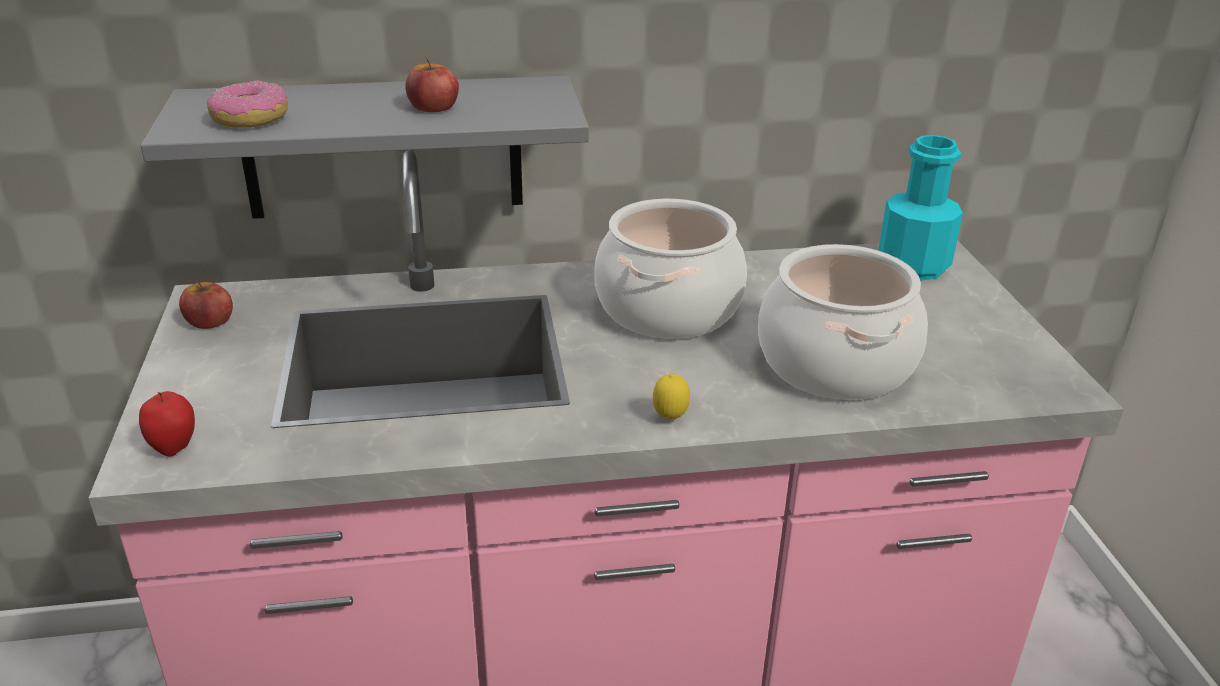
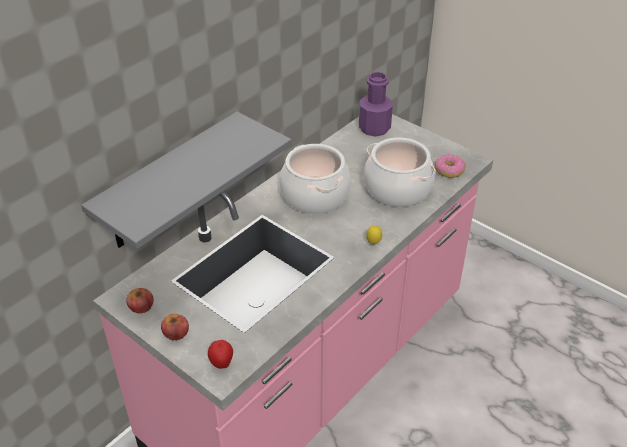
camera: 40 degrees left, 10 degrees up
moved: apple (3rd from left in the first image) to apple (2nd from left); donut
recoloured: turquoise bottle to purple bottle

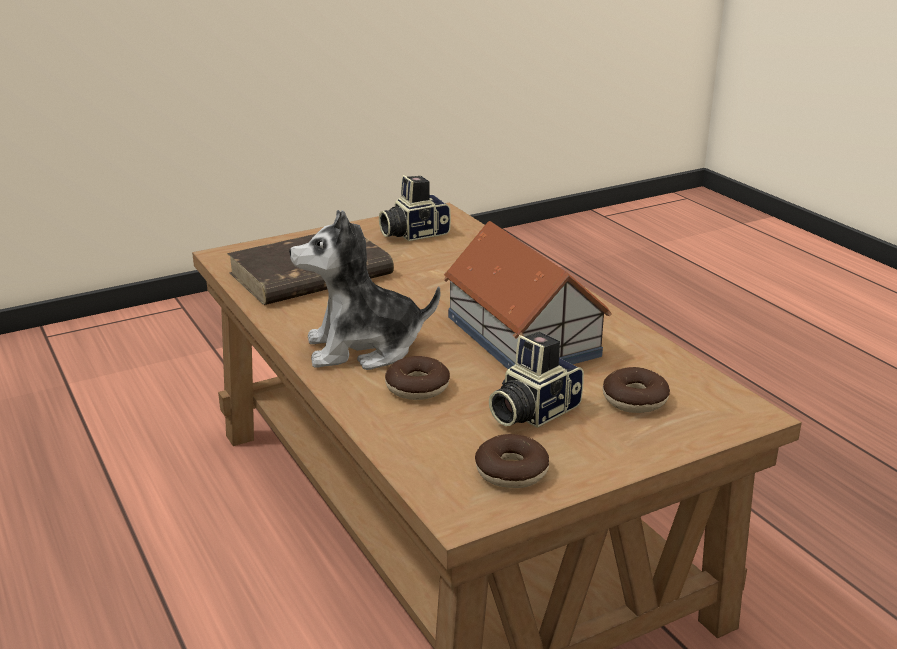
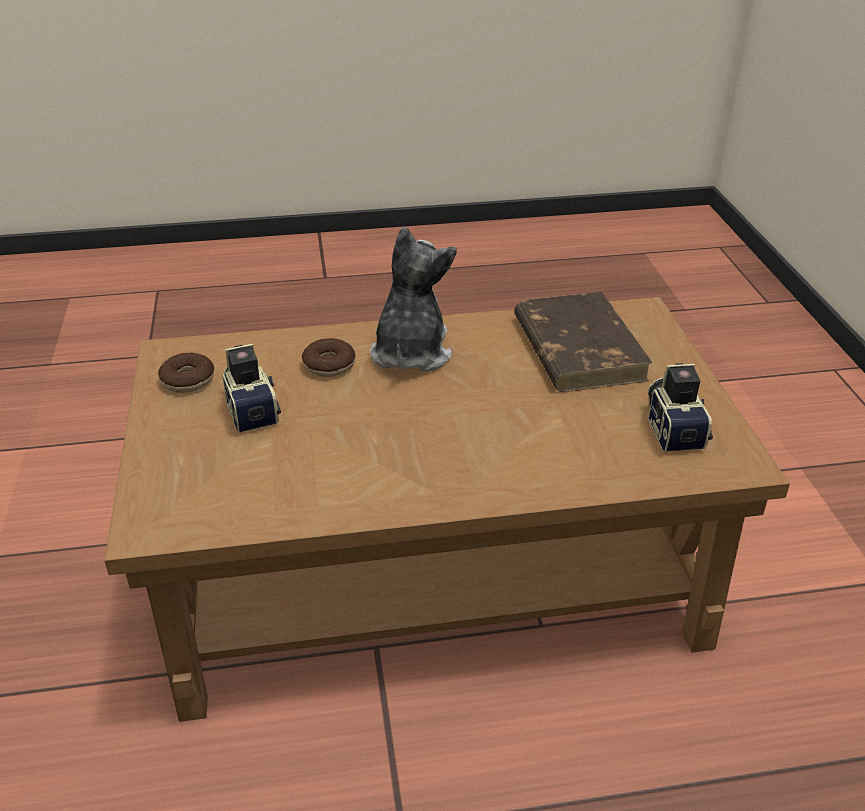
camera: 110 degrees right, 10 degrees up
removed: toy house; donut (3rd from left)

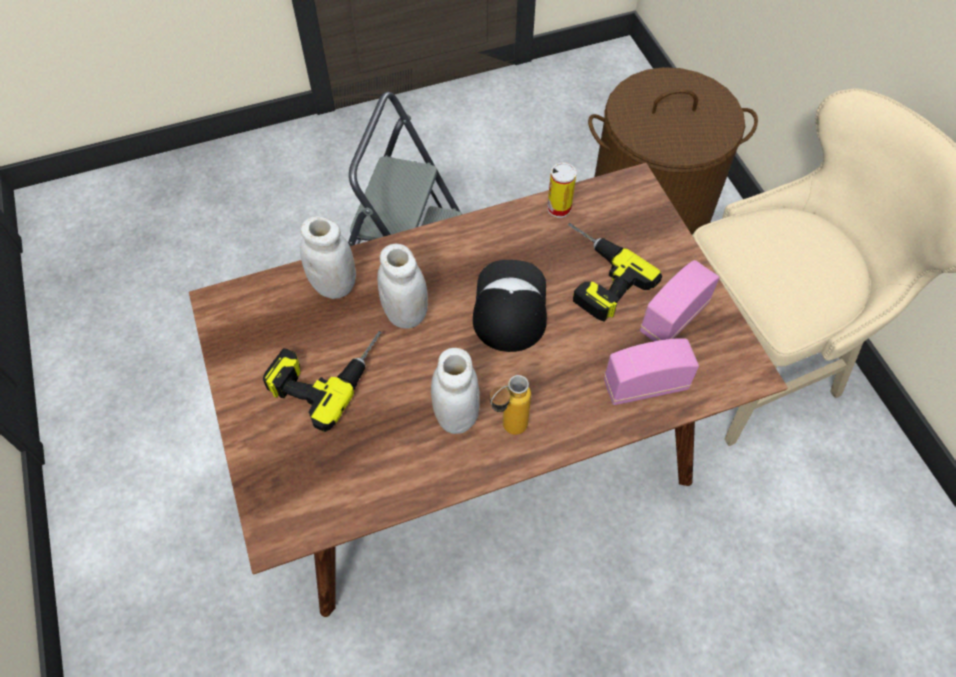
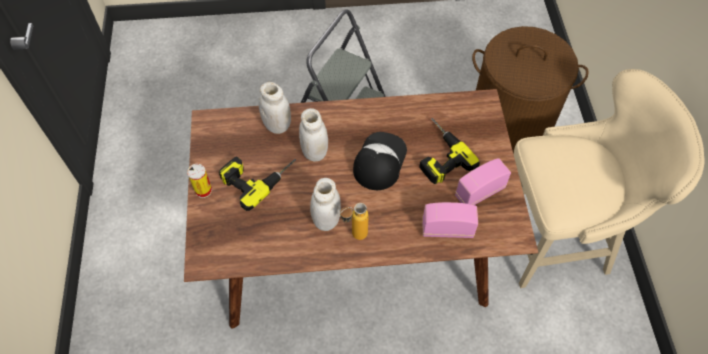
camera: 15 degrees right, 0 degrees up
moved: can

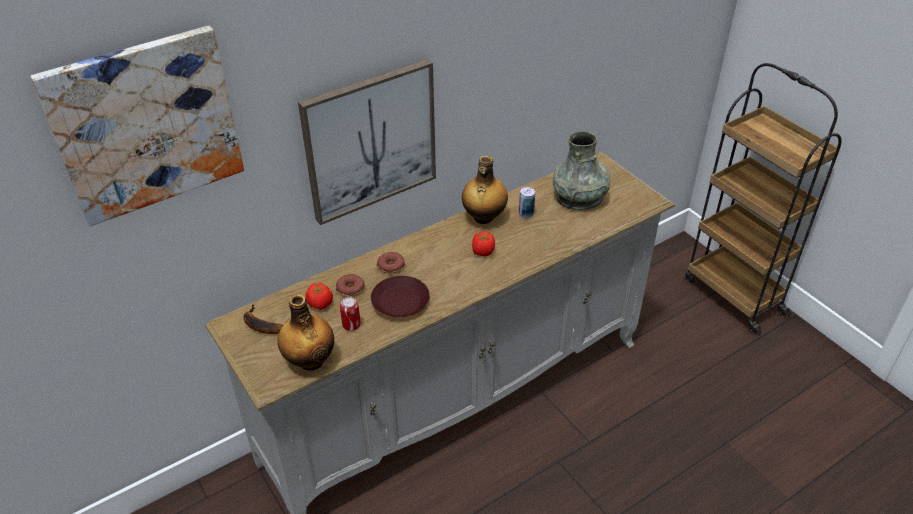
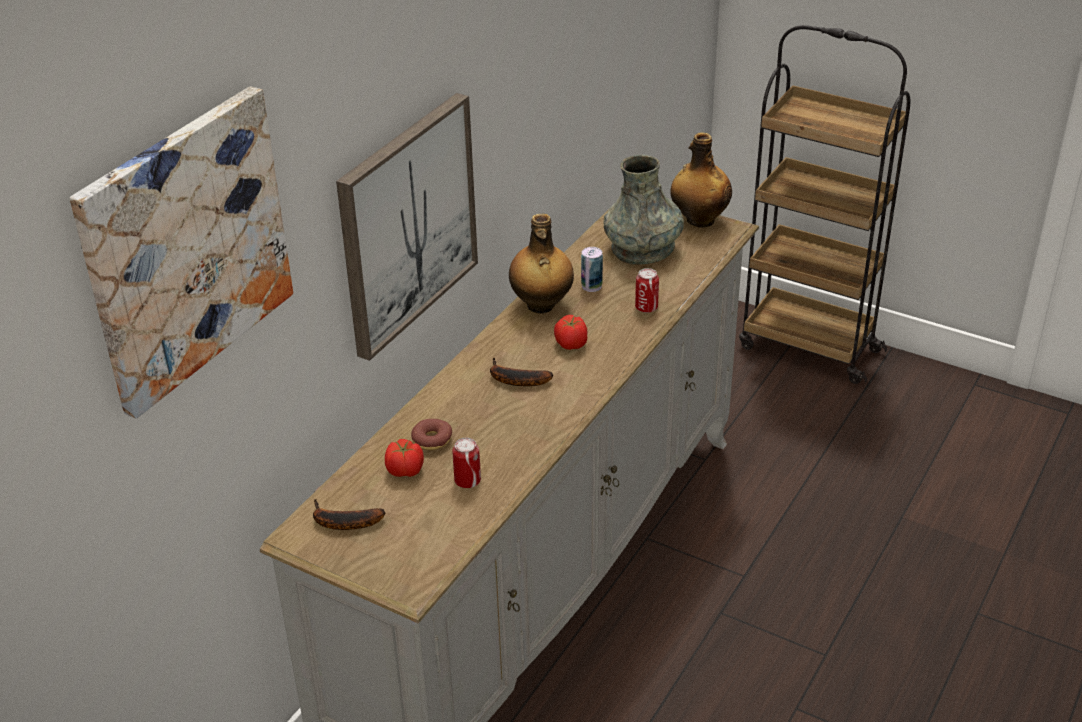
camera: 25 degrees left, 5 degrees down
removed: donut (2nd from left); brown plate
added: can (3rd from left); banana (2nd from left)
moved: bottle (1st from left in the first image) to bottle (2nd from left)

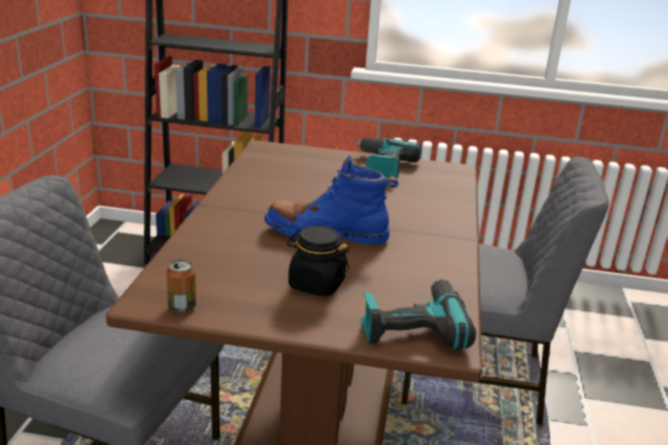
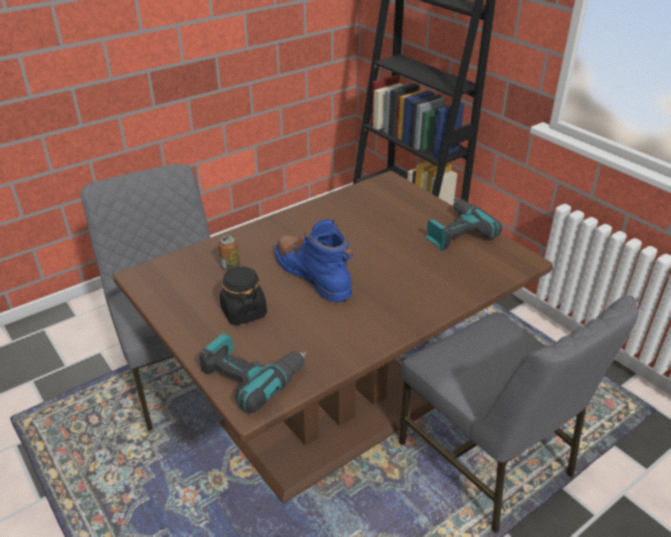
camera: 45 degrees right, 10 degrees up
moved: can

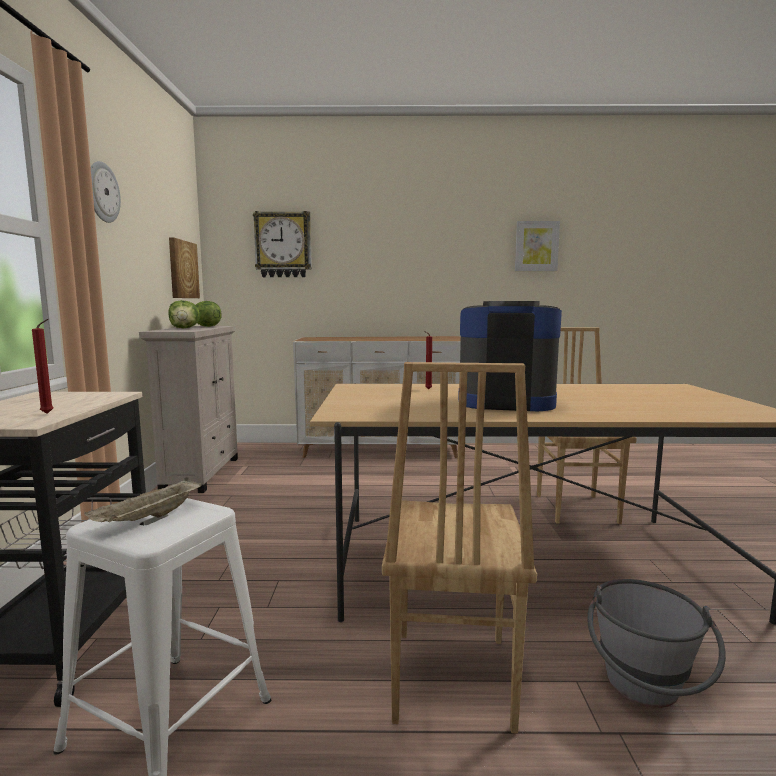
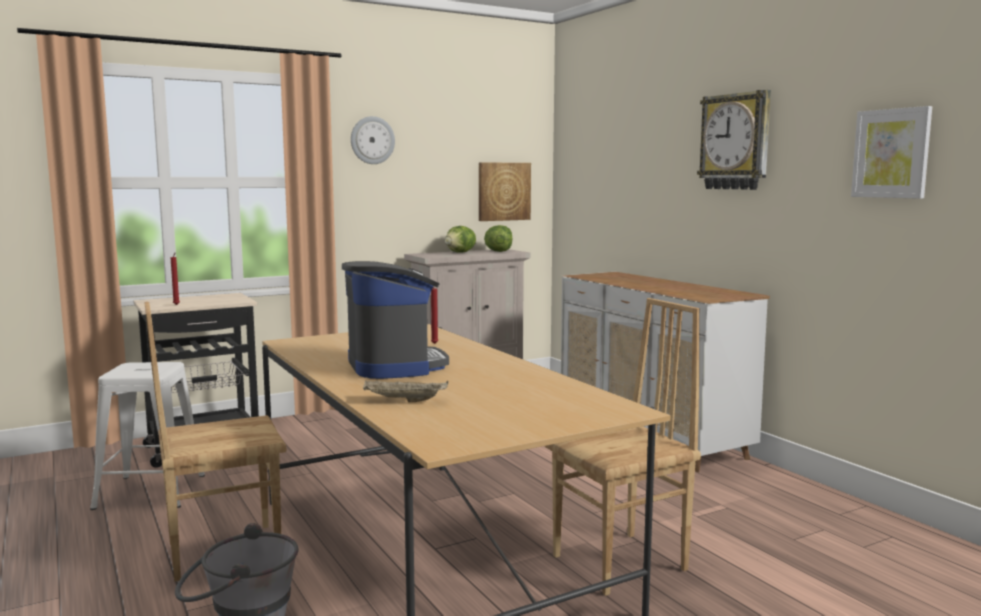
camera: 60 degrees right, 0 degrees up
moved: wall clock (2nd from left); beige tray

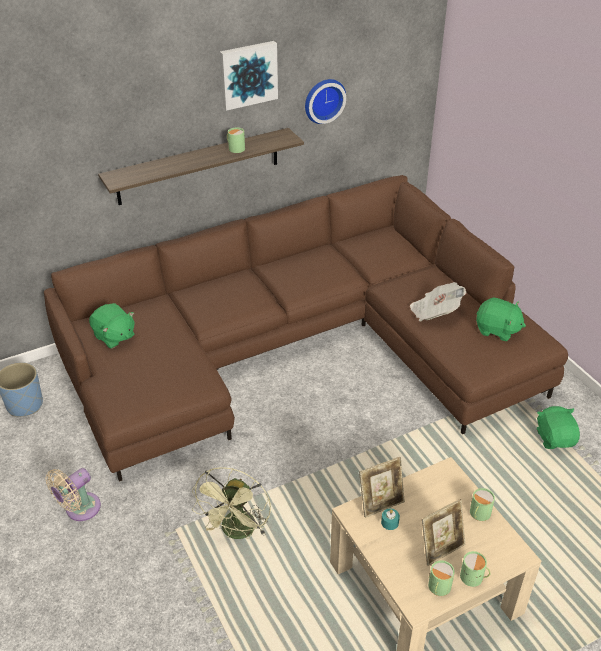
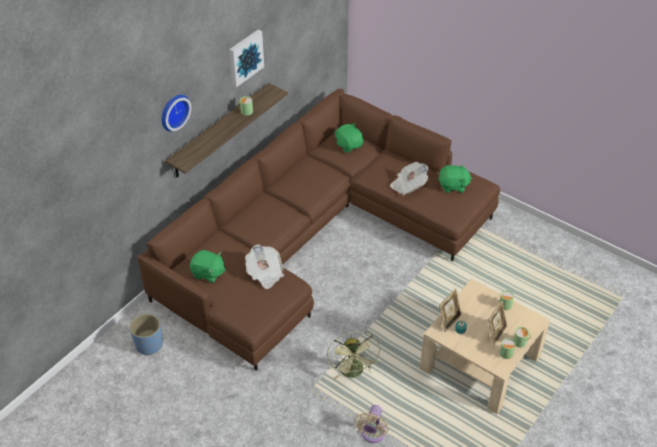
camera: 25 degrees left, 5 degrees up
added: newspaper (1st from left)
moved: wall clock; green plush toy (3rd from left in the first image) to green plush toy (2nd from left); beige fan

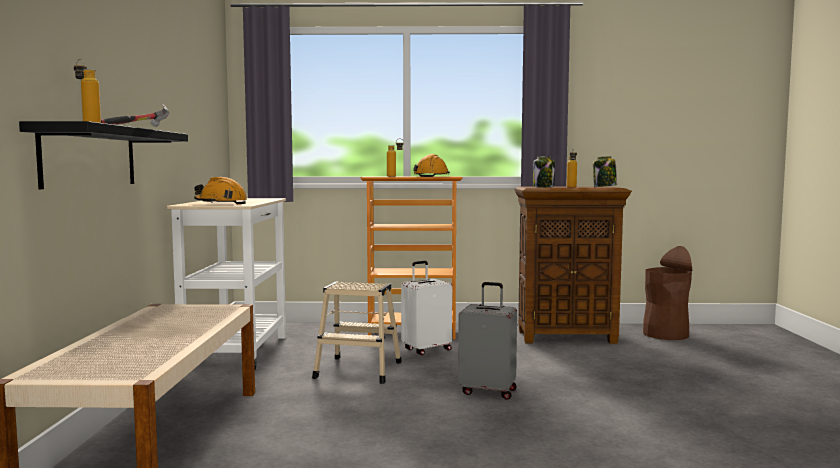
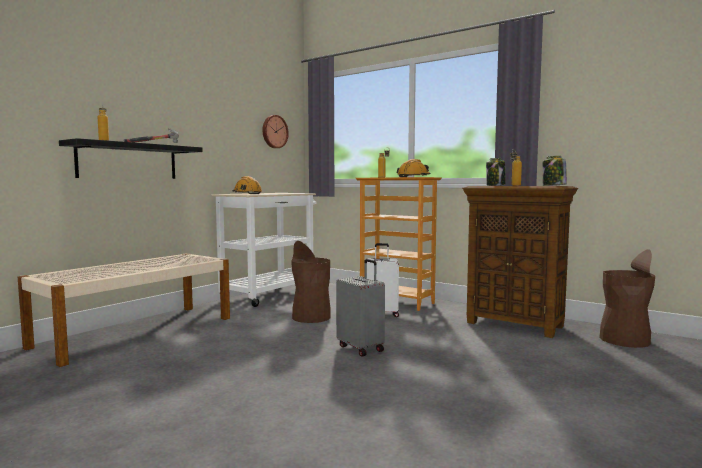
camera: 35 degrees right, 0 degrees up
added: wall clock
replaced: beige step ladder to brown trash can (1st from left)

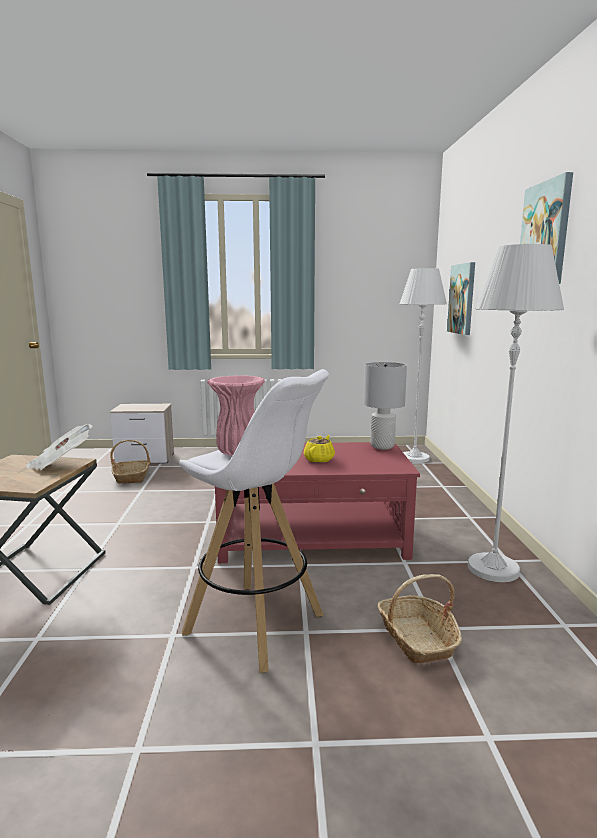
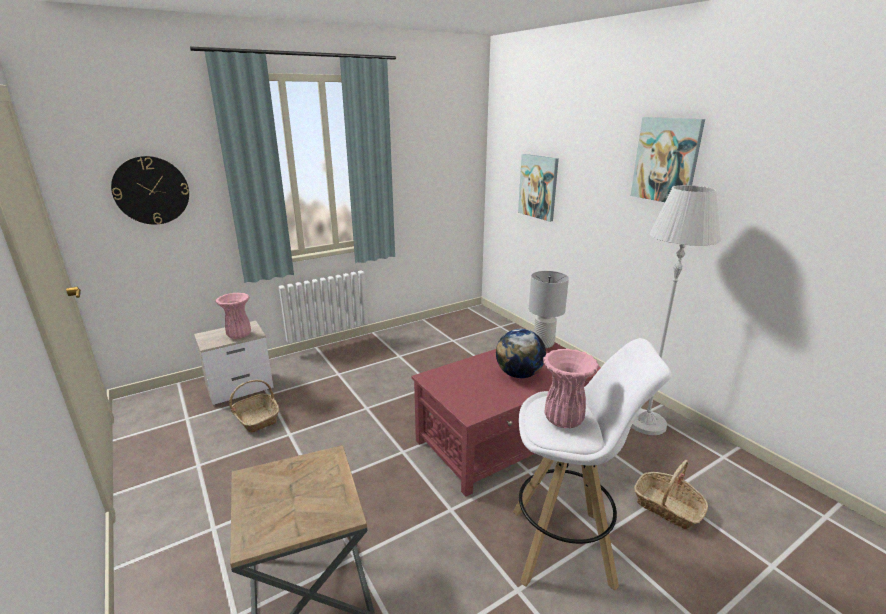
camera: 30 degrees left, 10 degrees up
removed: white floor lamp (1st from left); newspaper
added: wall clock; pink vase (1st from left)
replaced: yellow teapot to globe

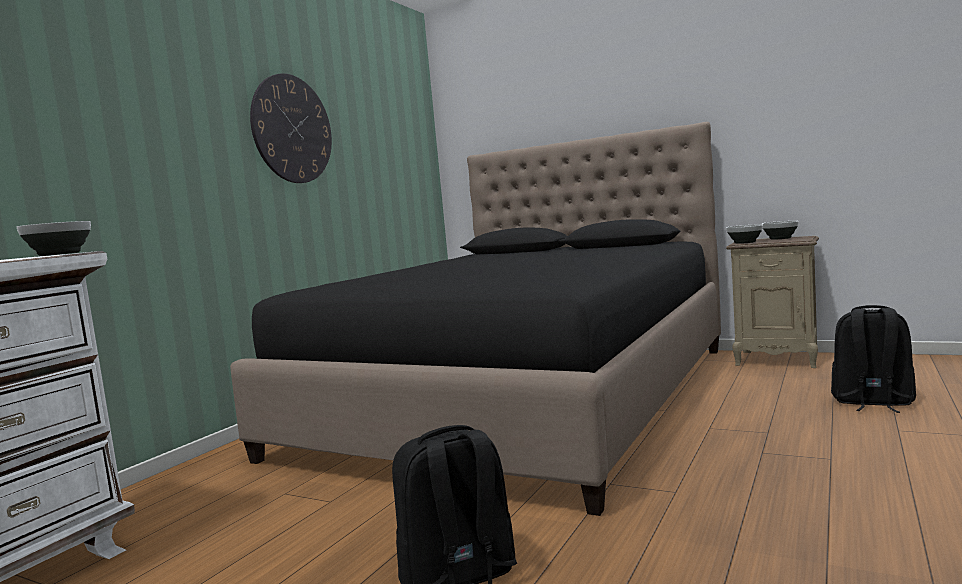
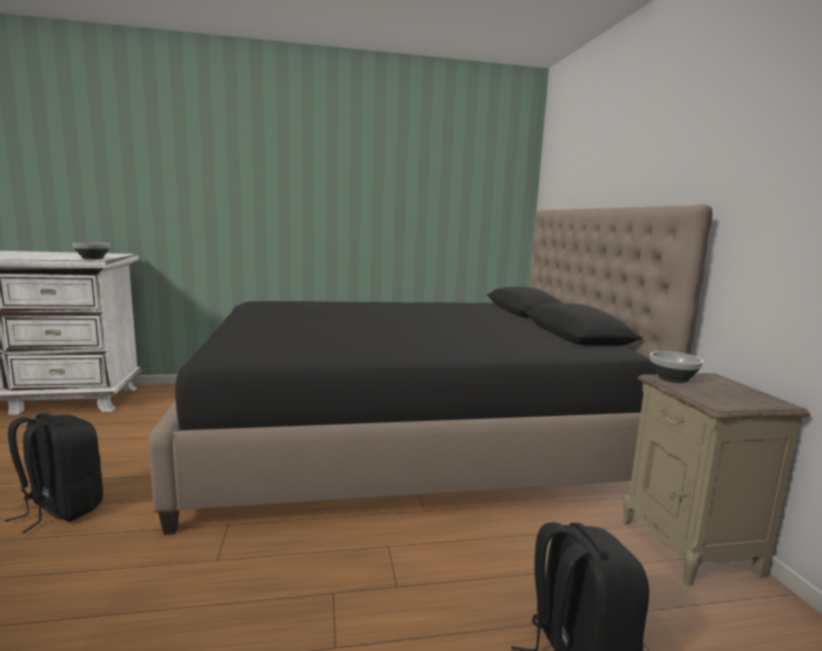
camera: 50 degrees right, 5 degrees up
removed: wall clock; bowl (3rd from left)

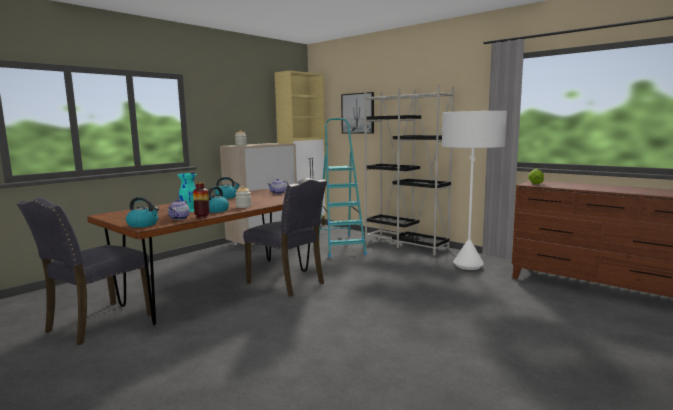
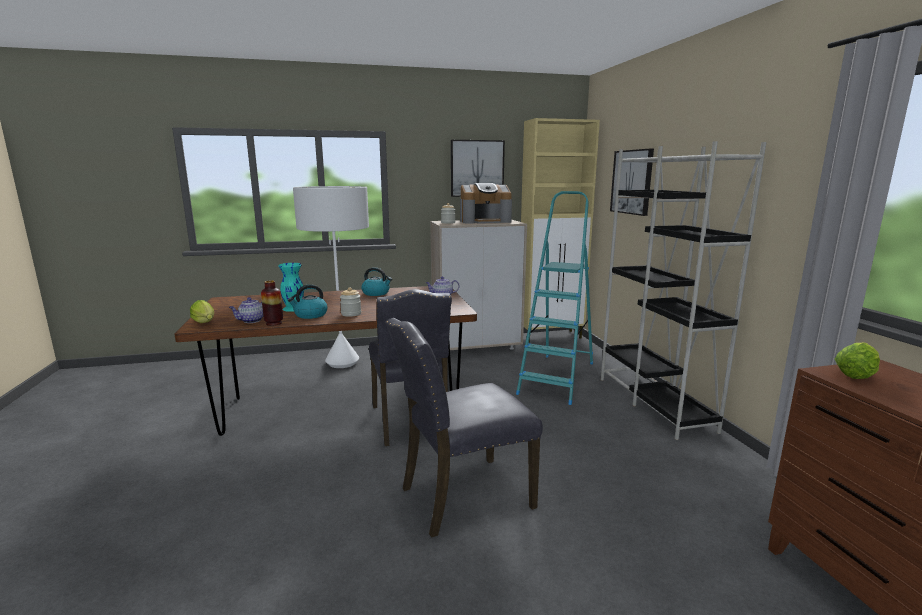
camera: 35 degrees right, 5 degrees up
added: picture (1st from left); coffee machine
moved: white floor lamp; grey chair (1st from left in the first image) to grey chair (2nd from left)
replaced: kettle (1st from left) to lettuce (1st from left)

